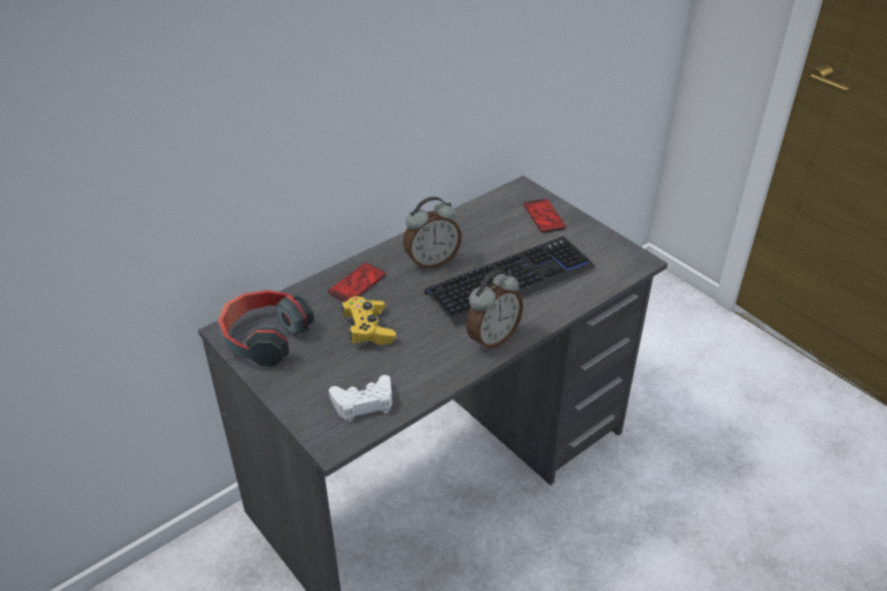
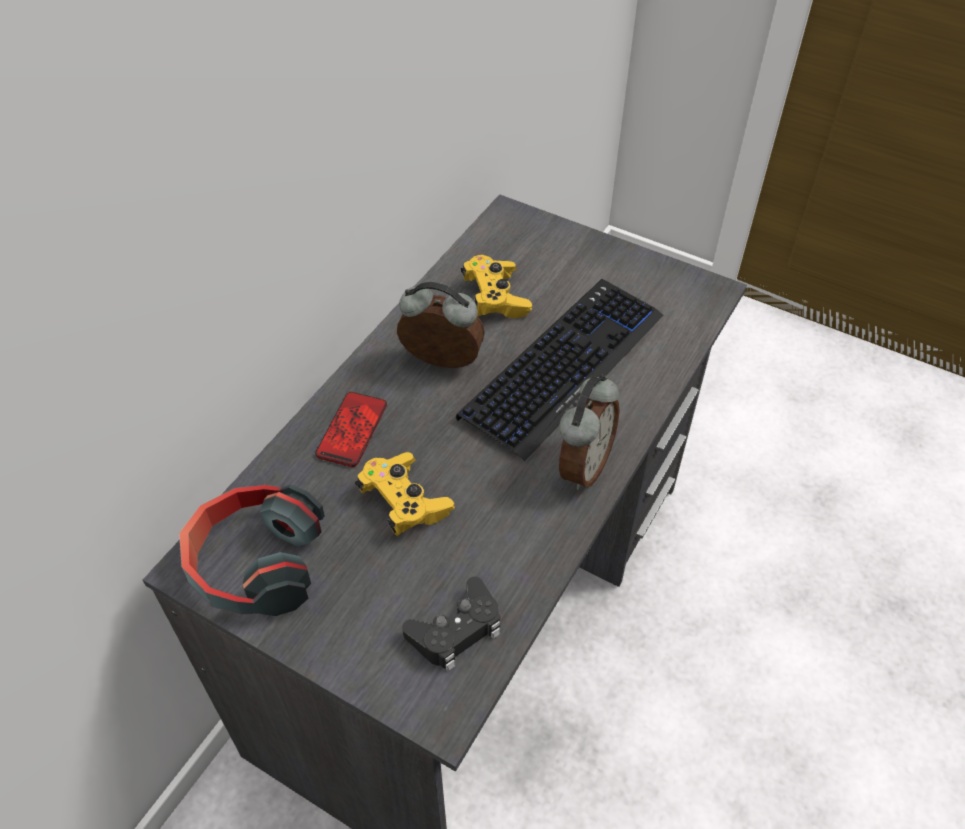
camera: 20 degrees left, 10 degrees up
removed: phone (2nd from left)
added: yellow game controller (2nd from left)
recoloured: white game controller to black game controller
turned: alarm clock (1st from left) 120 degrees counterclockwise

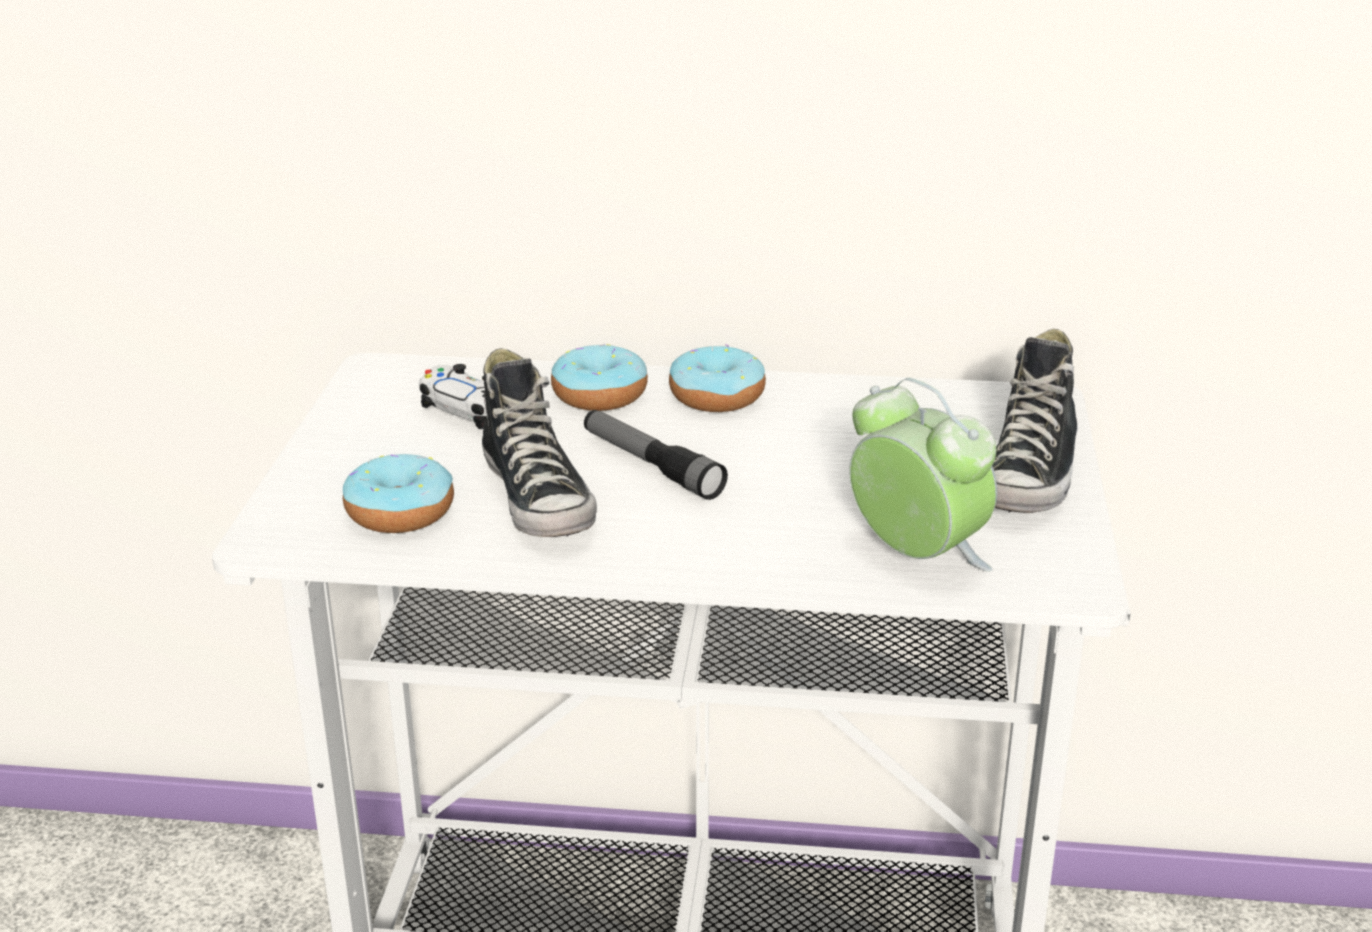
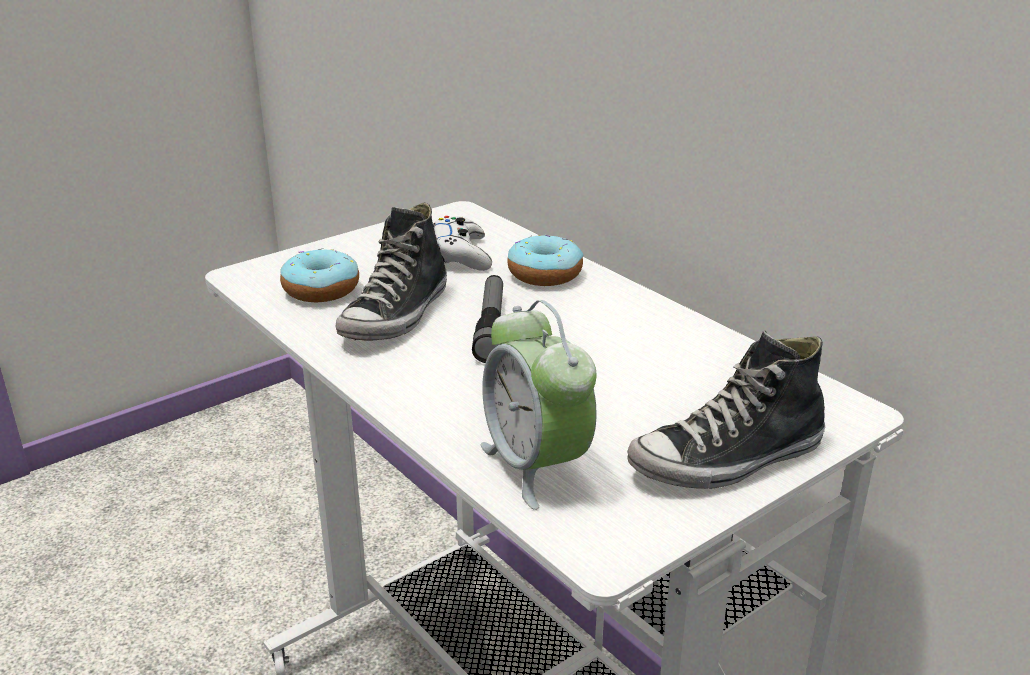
camera: 45 degrees right, 0 degrees up
removed: donut (3rd from left)
turned: alarm clock 150 degrees clockwise

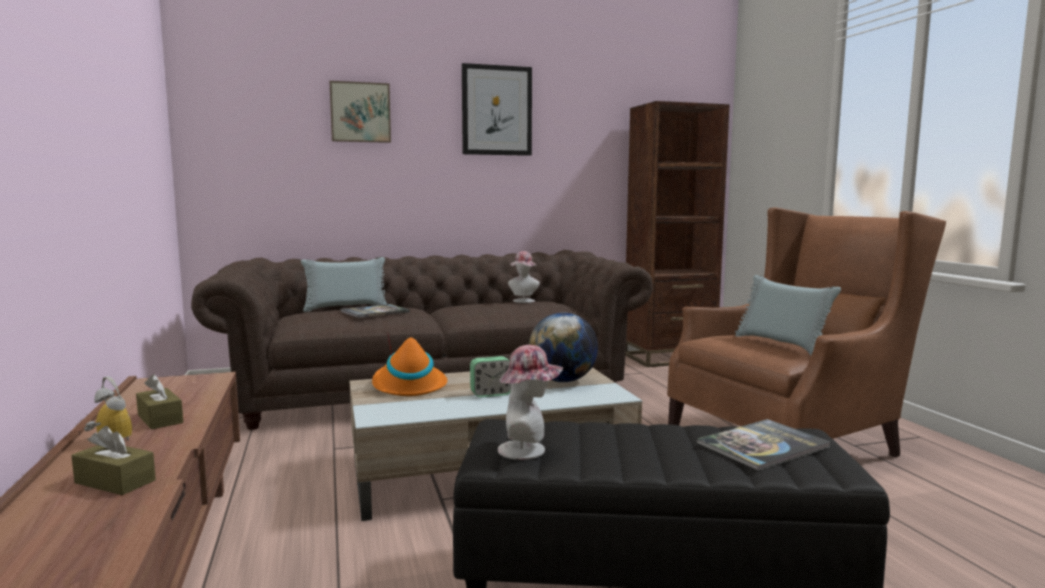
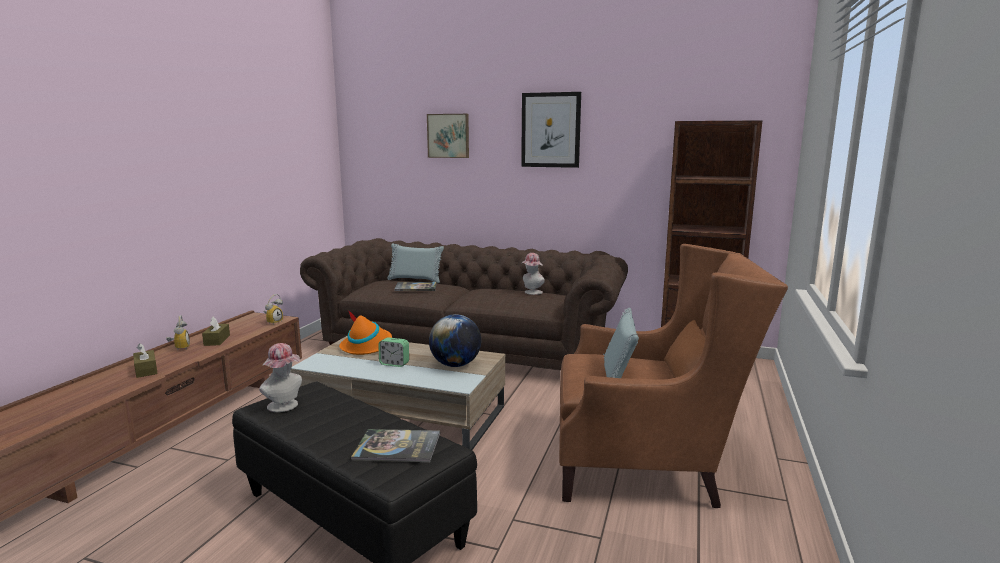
camera: 35 degrees right, 5 degrees up
added: alarm clock (2nd from left)

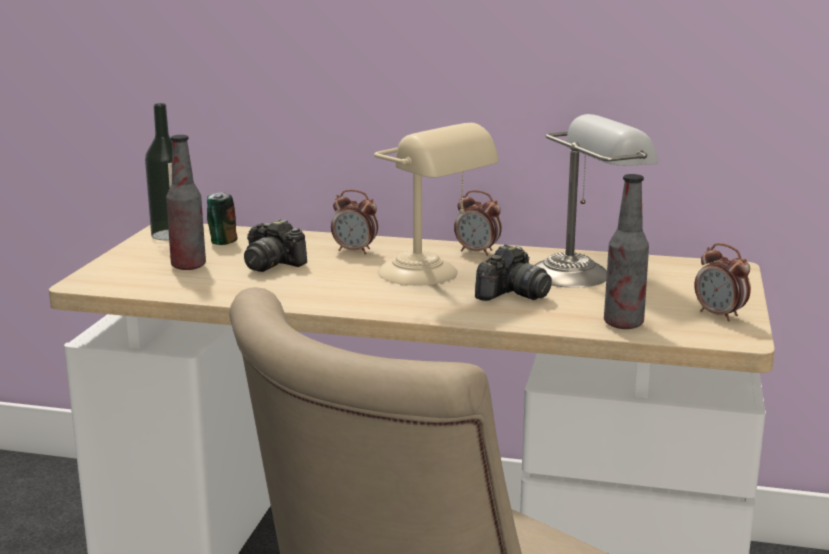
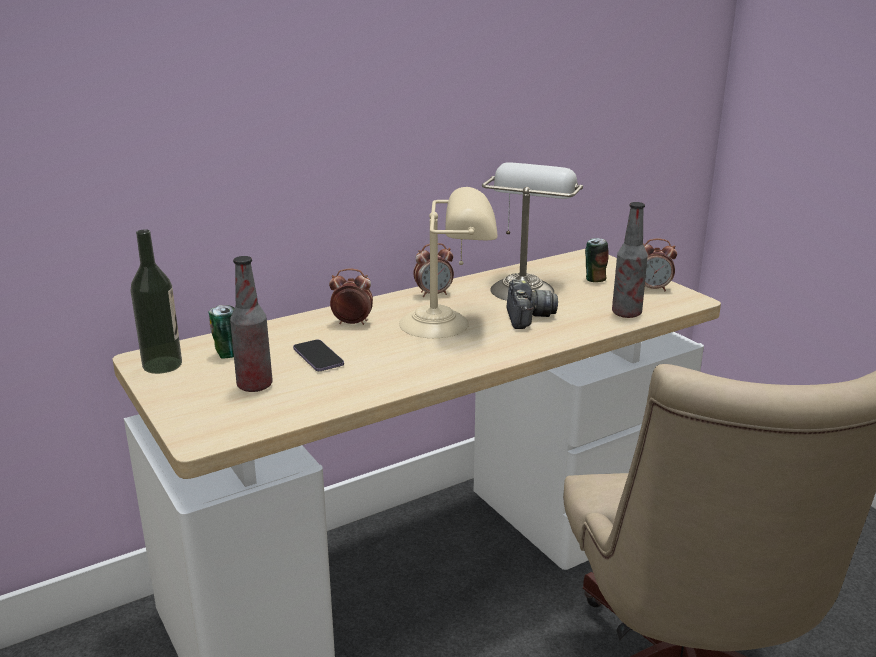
camera: 45 degrees left, 5 degrees up
added: can (2nd from left)
replaced: photo camera (1st from left) to phone
turned: alarm clock (1st from left) 150 degrees counterclockwise

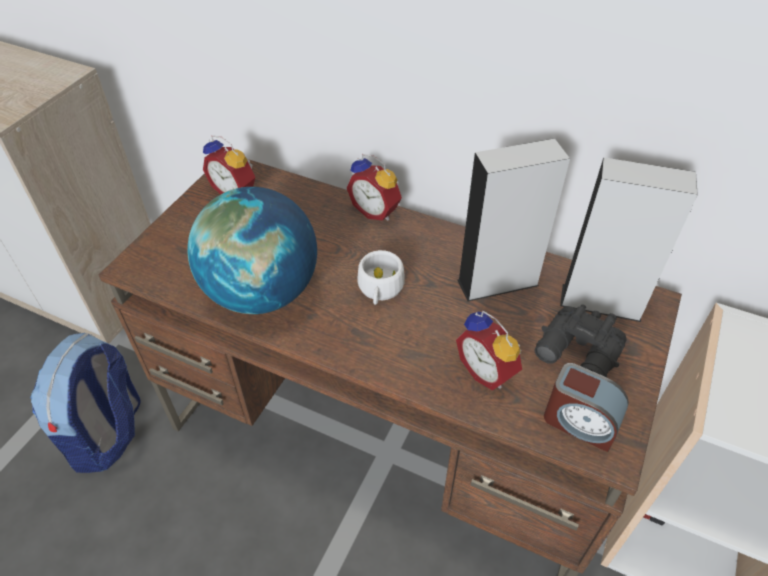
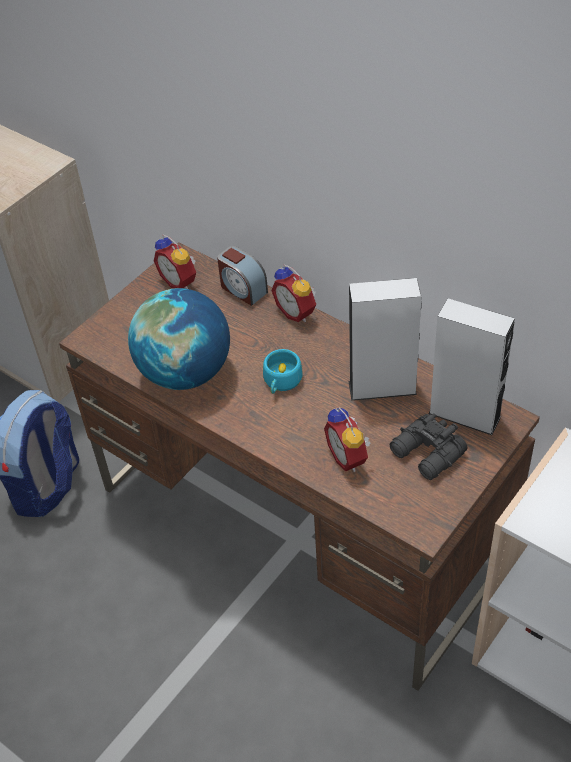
camera: 15 degrees right, 0 degrees up
moved: alarm clock (4th from left in the first image) to alarm clock (2nd from left)
recoloured: white cup to turquoise cup

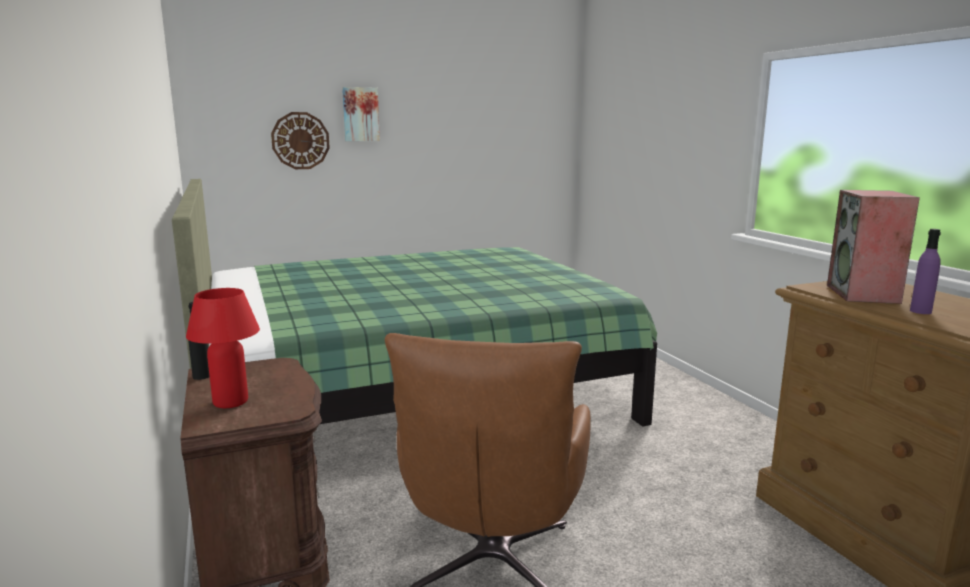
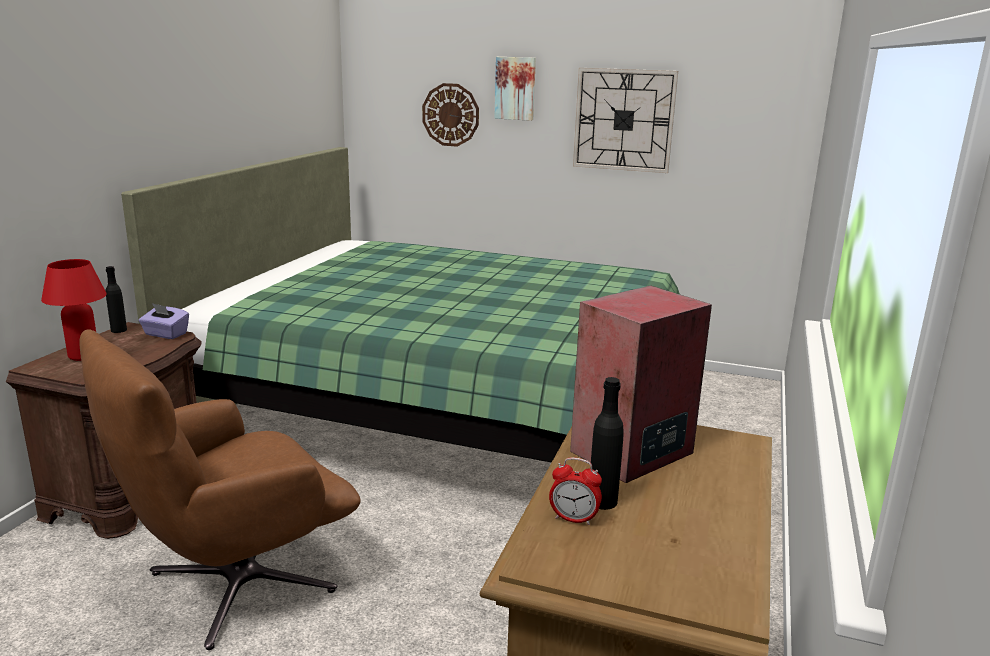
camera: 40 degrees right, 5 degrees up
added: wall clock (2nd from left); purple tissue box; alarm clock
recoloured: purple bottle to black bottle (2nd from left)

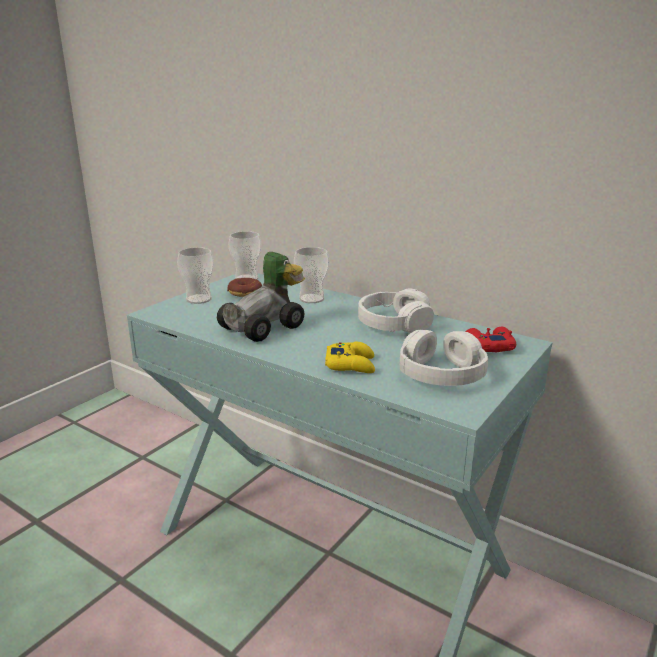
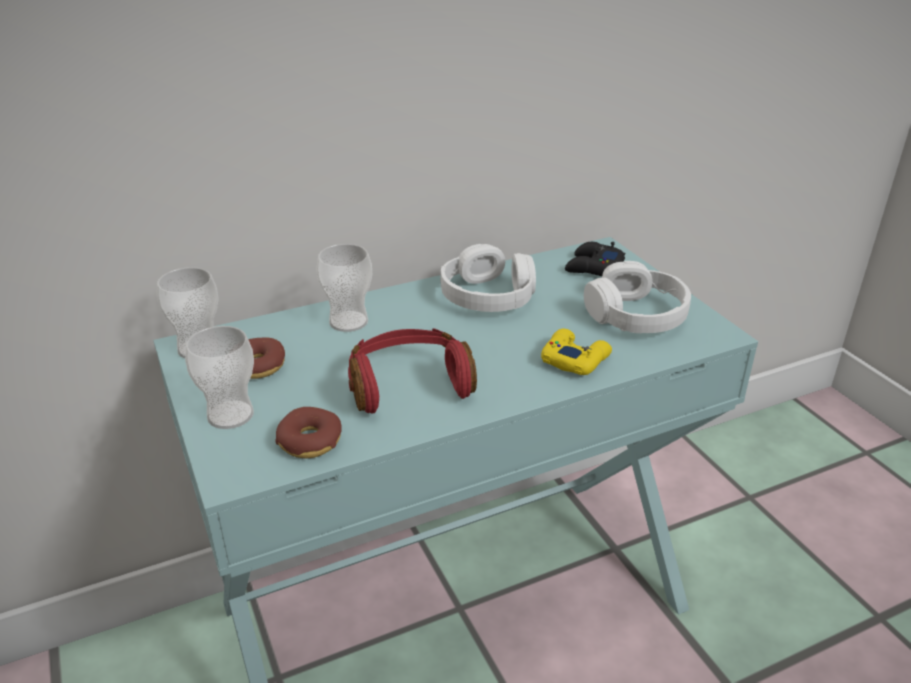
camera: 60 degrees left, 10 degrees up
added: donut (2nd from left)
replaced: toy car to red headphones
recoloured: red game controller to black game controller

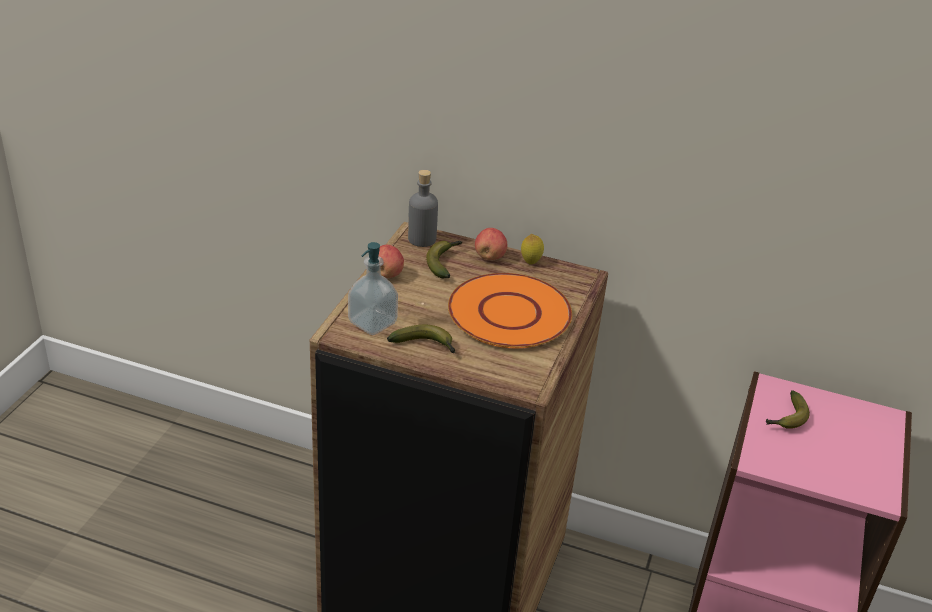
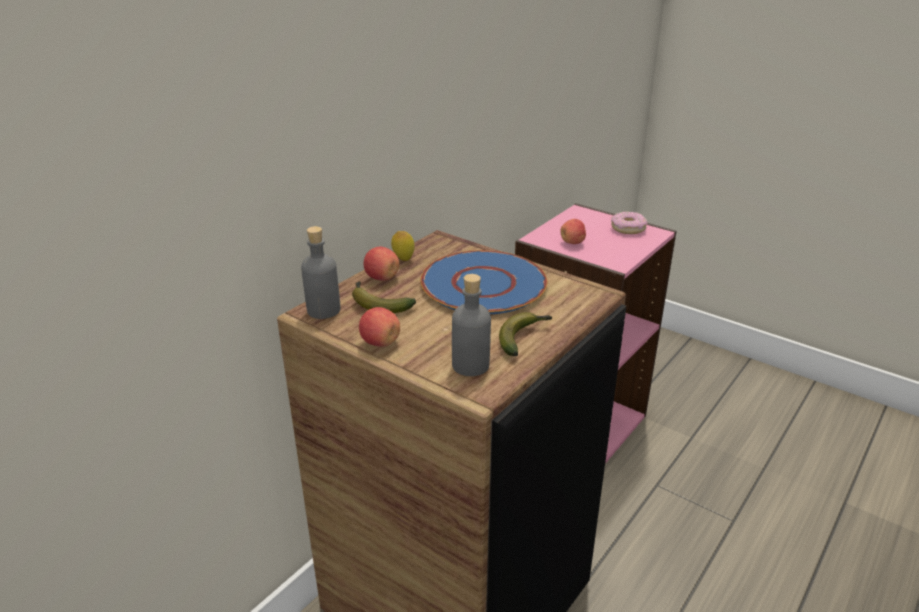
camera: 70 degrees left, 5 degrees down
added: donut
replaced: soap dispenser to grey bottle (2nd from left); banana (3rd from left) to apple (3rd from left)
recoloured: orange plate to blue plate

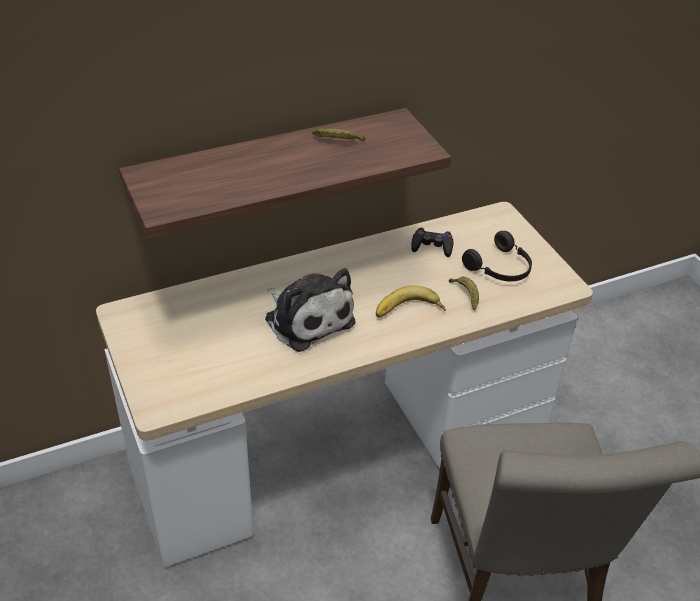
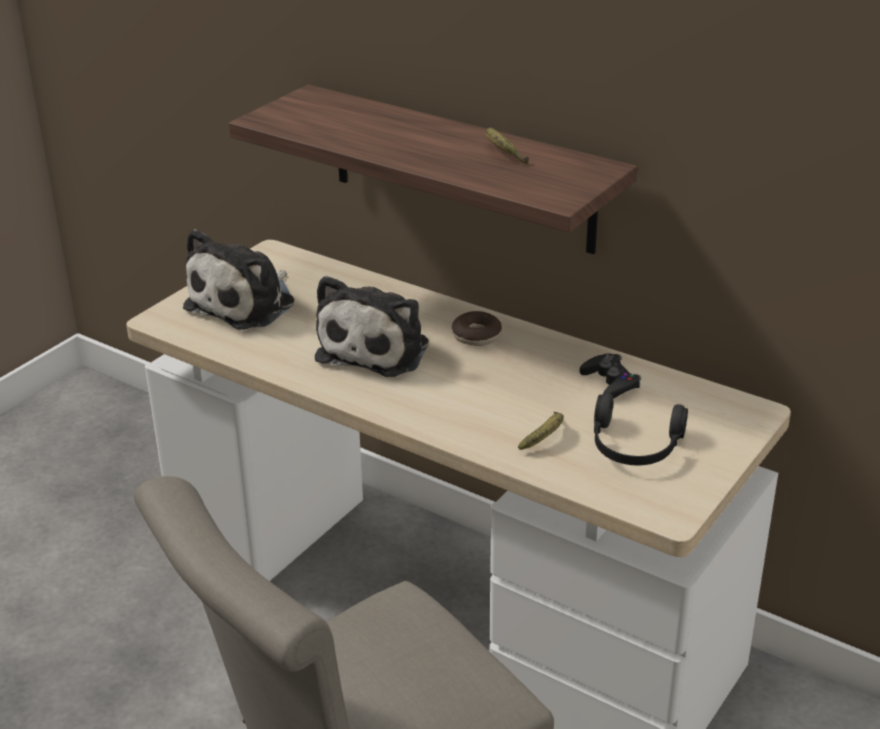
camera: 60 degrees right, 10 degrees down
removed: banana (2nd from left)
added: plush toy (1st from left); donut

